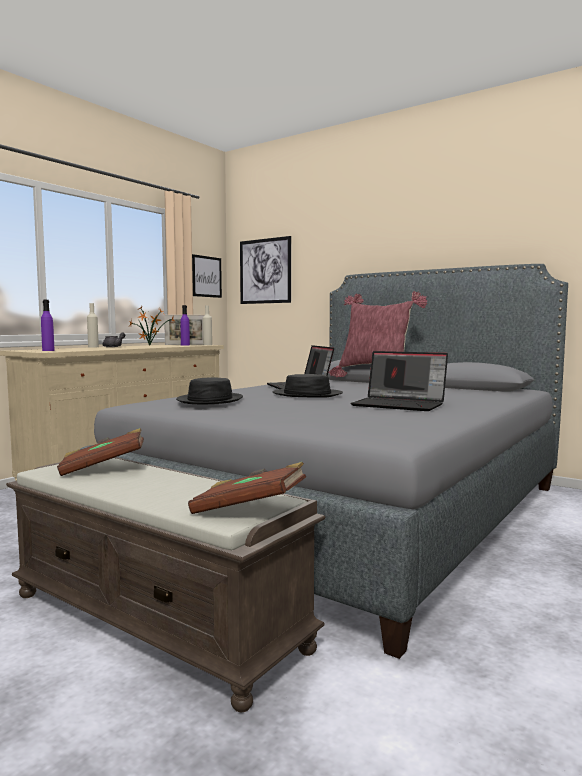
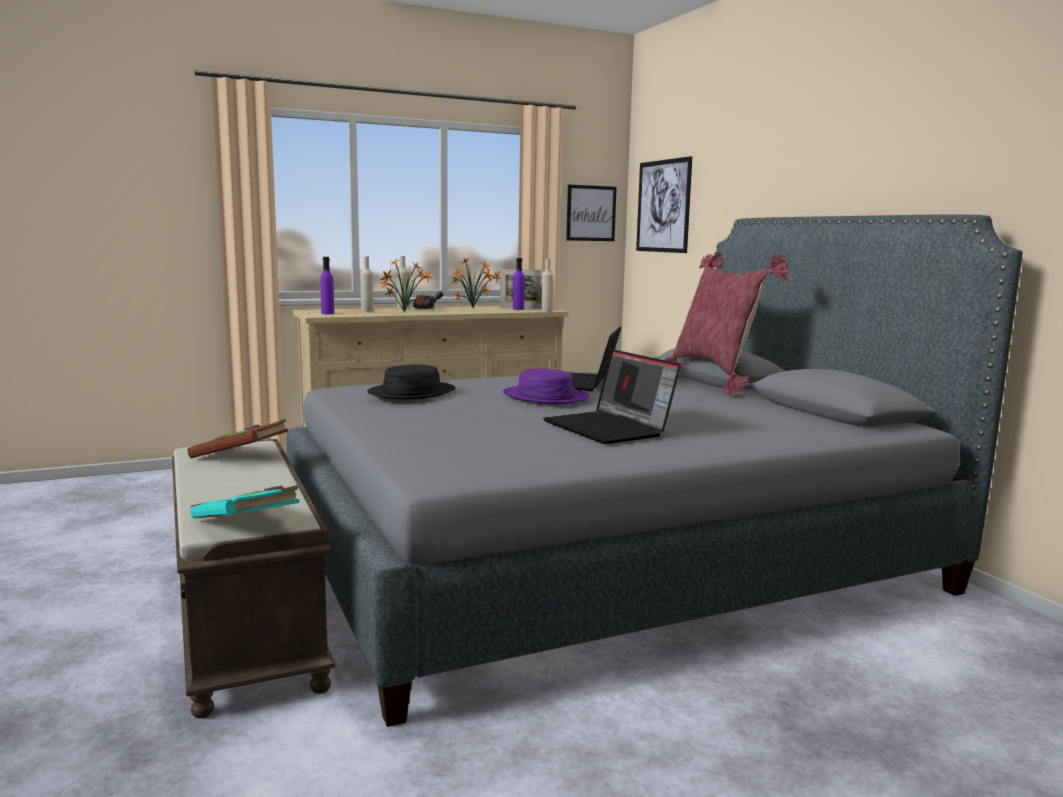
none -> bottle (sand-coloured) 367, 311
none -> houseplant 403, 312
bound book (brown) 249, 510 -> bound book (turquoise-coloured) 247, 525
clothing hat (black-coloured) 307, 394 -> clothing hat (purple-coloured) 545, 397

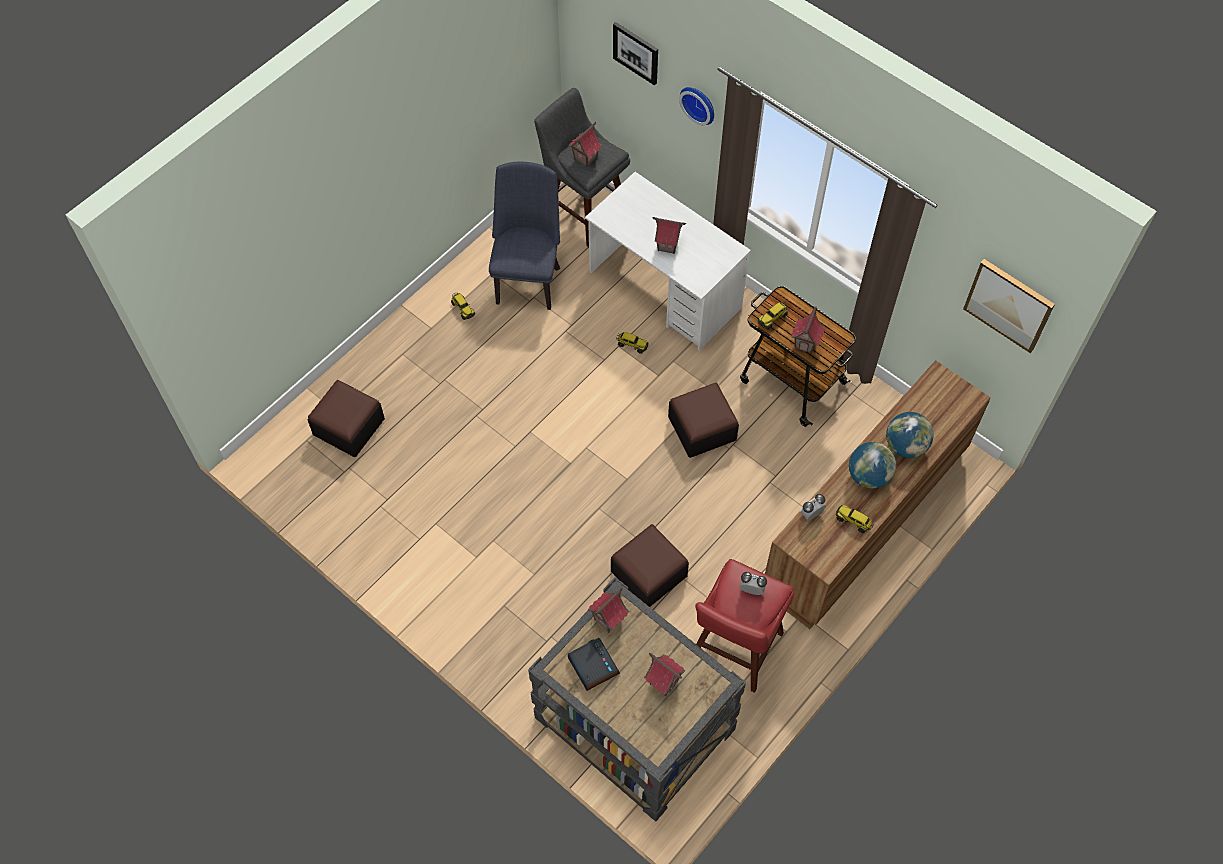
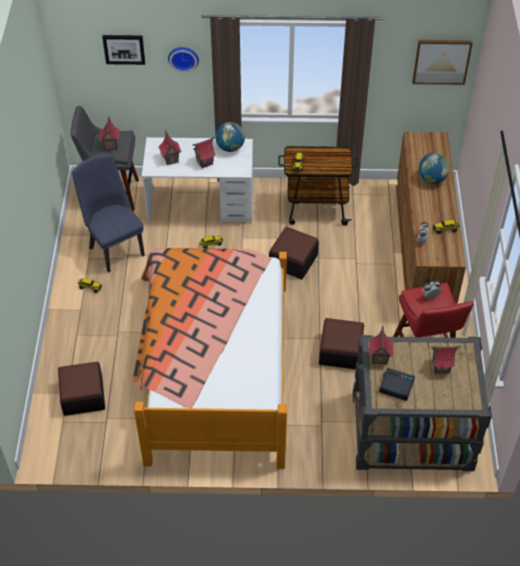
none -> sleeping bed 211, 363
model house 805, 343 -> model house 171, 159, shifted
globe 868, 476 -> globe 230, 147, shifted

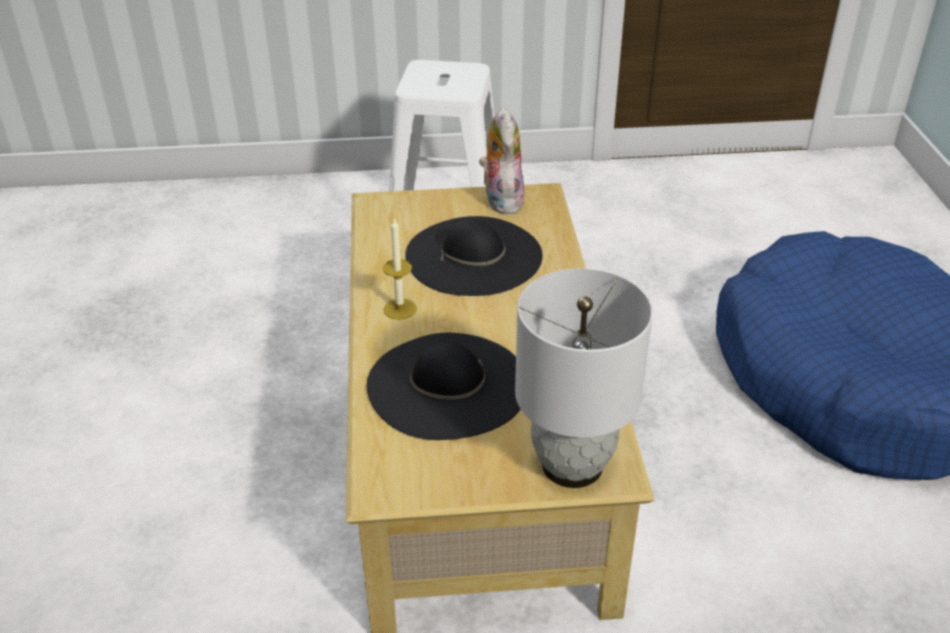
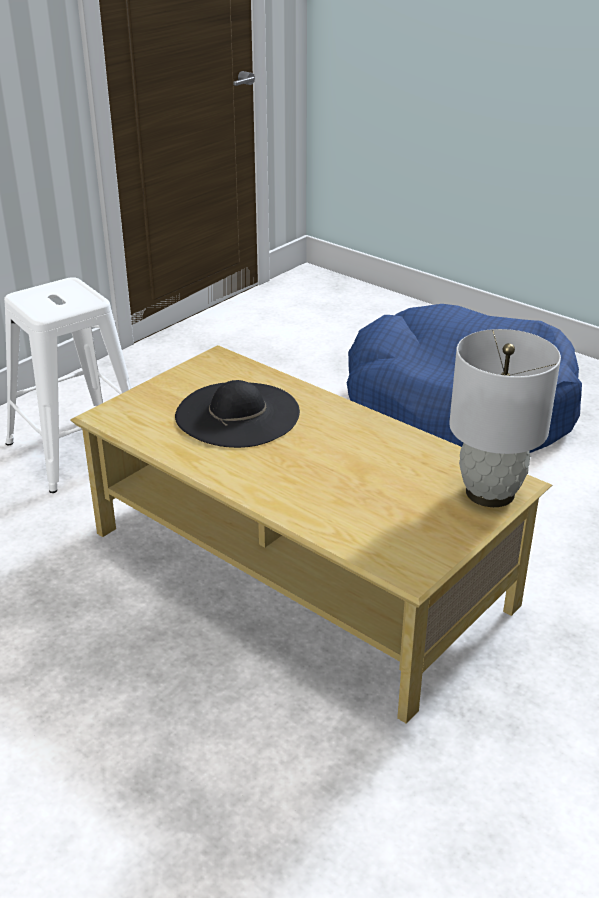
clothing hat (black-coloured) 447, 385 -> none
wax light 400, 309 -> none
soft toy 501, 200 -> none

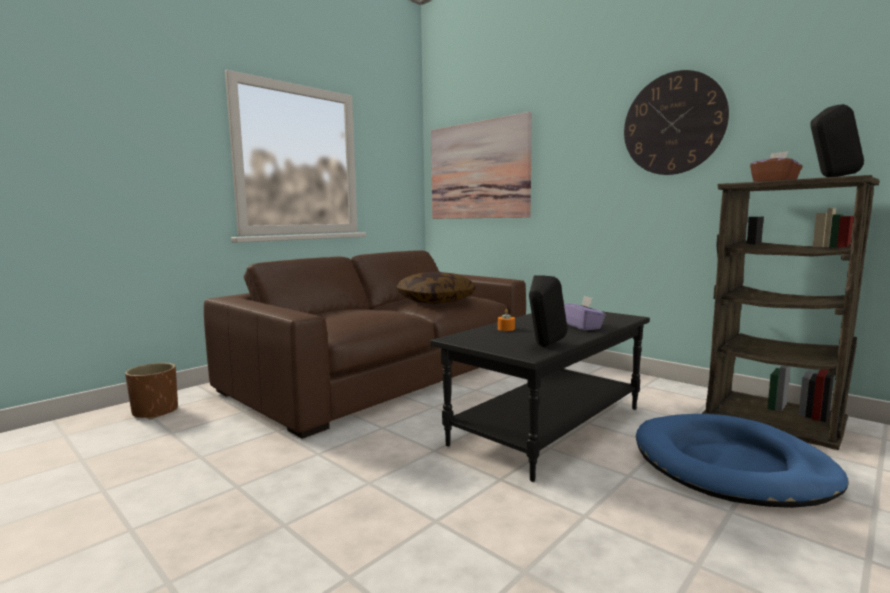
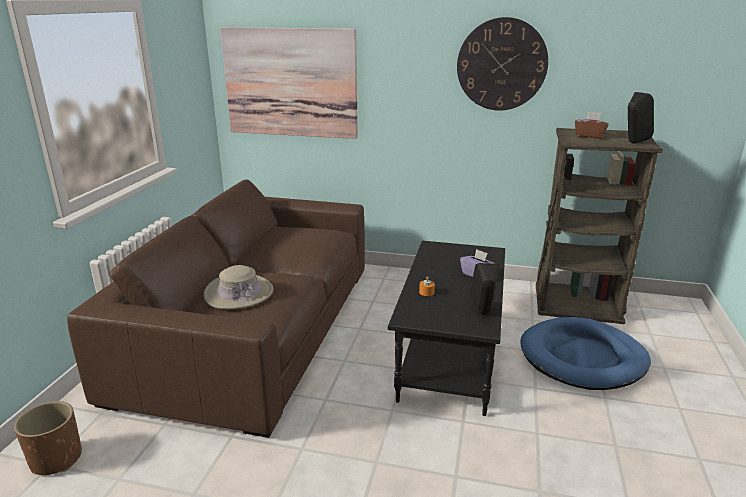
pillow 436, 301 -> none
none -> clothing hat (sand-coloured) 239, 292

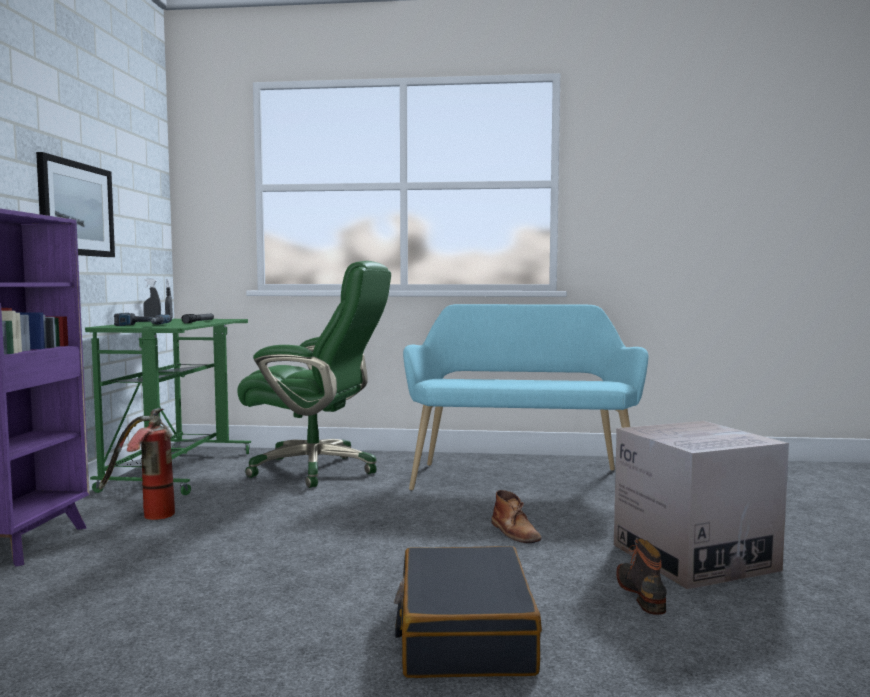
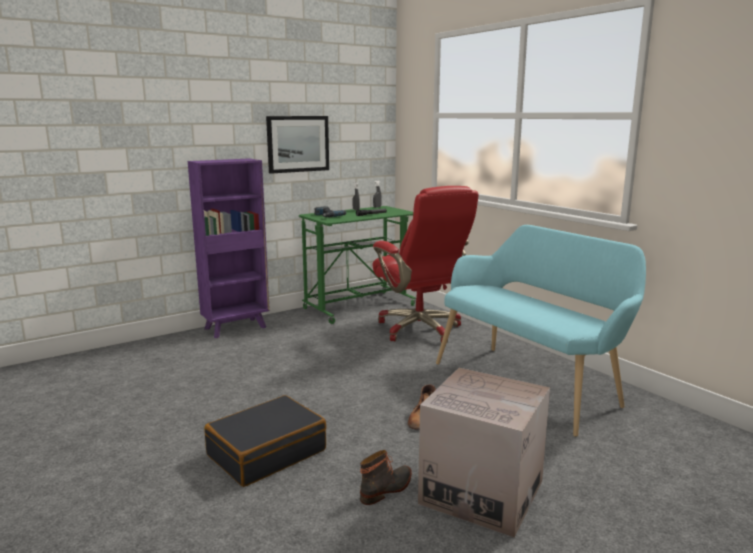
fire-fighting cylinder 146, 516 -> none
computer chair (green-coloured) 317, 471 -> computer chair (reddish) 420, 331

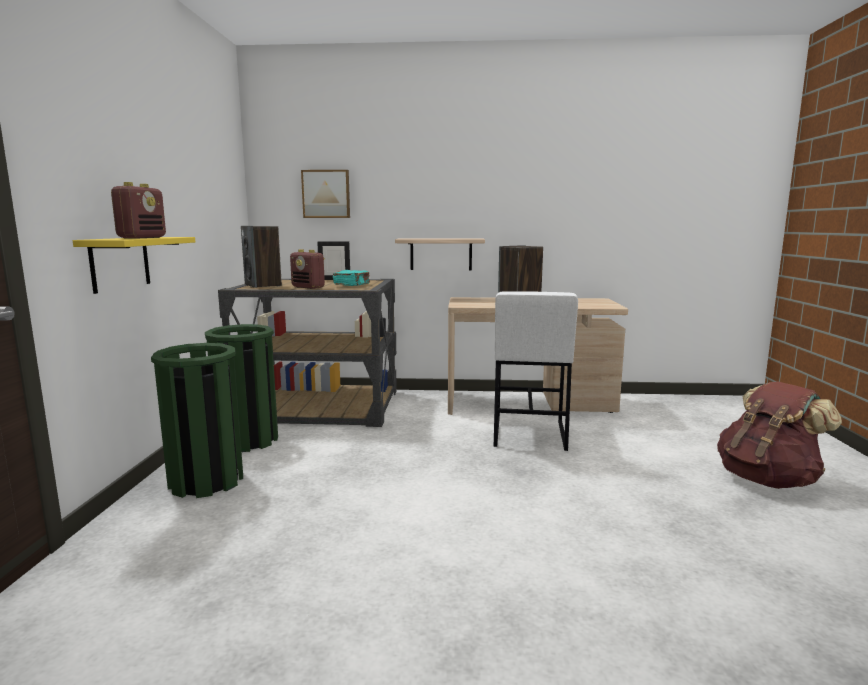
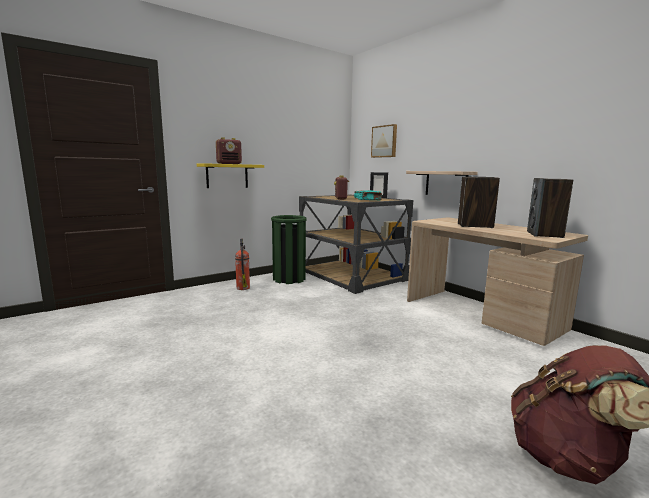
chair (white-coloured) 529, 434 -> none
loudspeaker 263, 285 -> loudspeaker 545, 234, shifted
waste bin (green-coloured) 206, 481 -> fire-fighting cylinder 243, 287

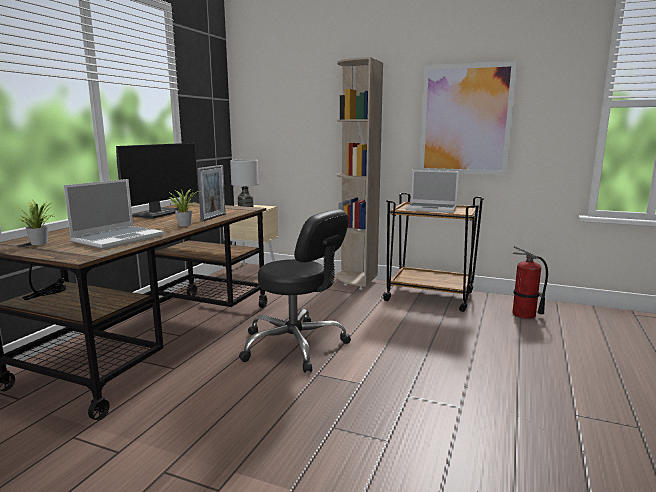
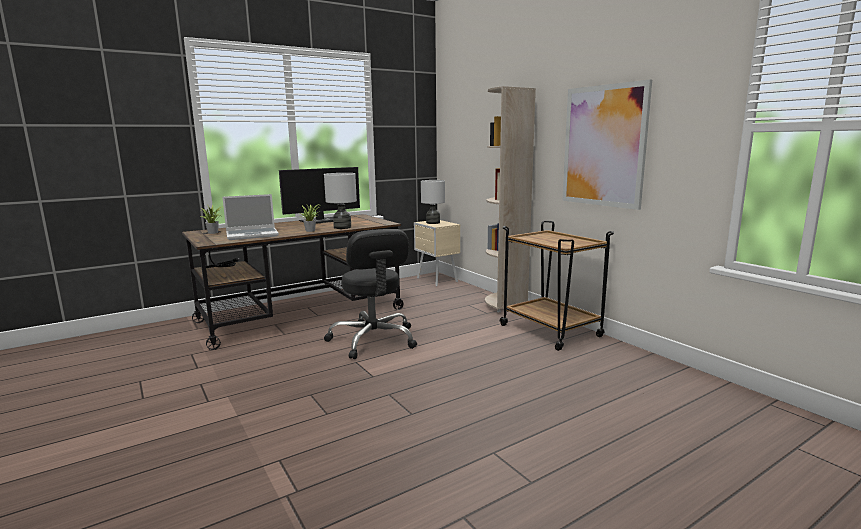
laptop 432, 209 -> none
fire-fighting cylinder 524, 315 -> none
picture frame 213, 217 -> lamp for a table (grey) 342, 227

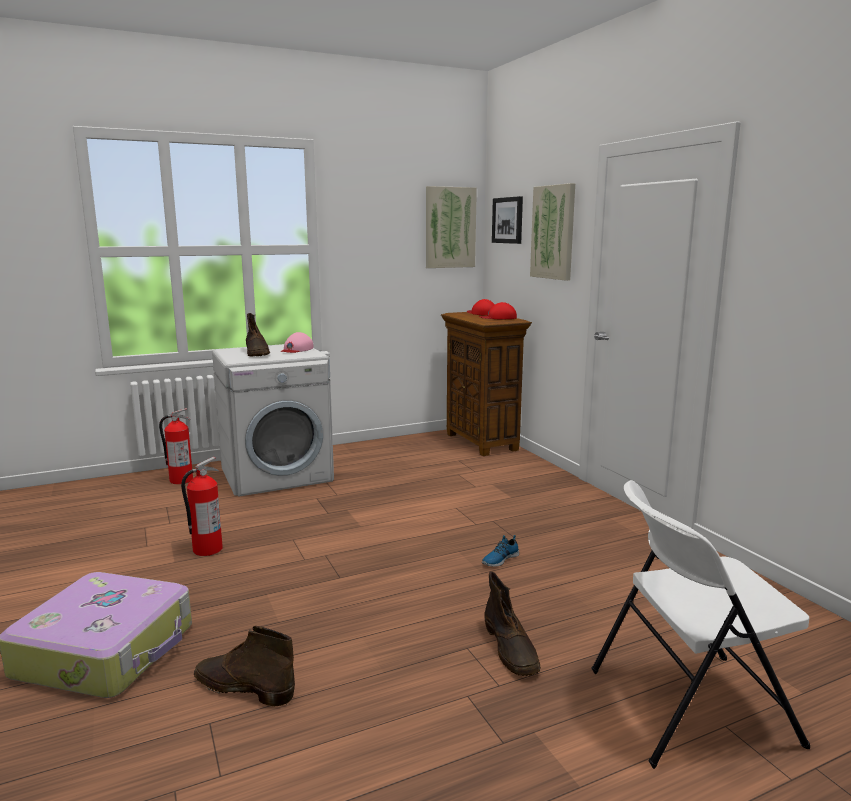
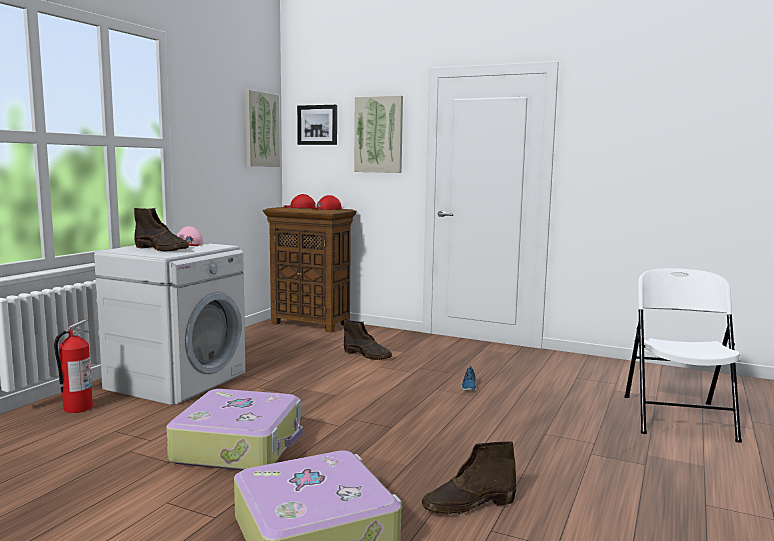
tall boot (brown) 511, 649 -> tall boot (brown) 367, 355, shifted
fire-fighting cylinder 207, 549 -> suitcase 239, 446
chair (white-coloured) 690, 705 -> chair (white-coloured) 678, 418, 150 degrees clockwise

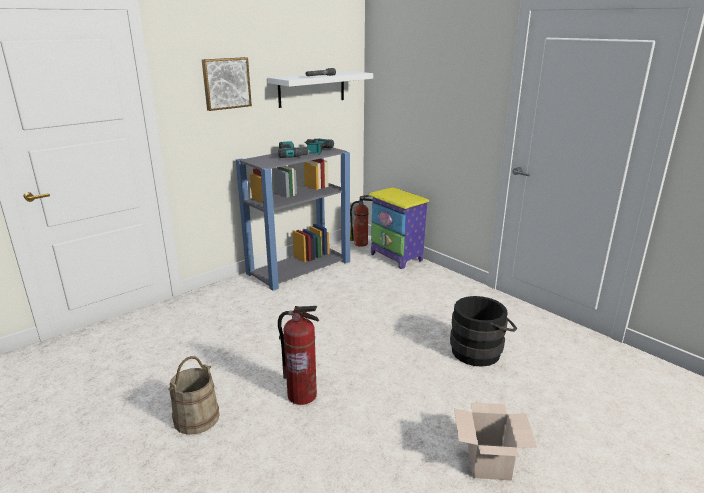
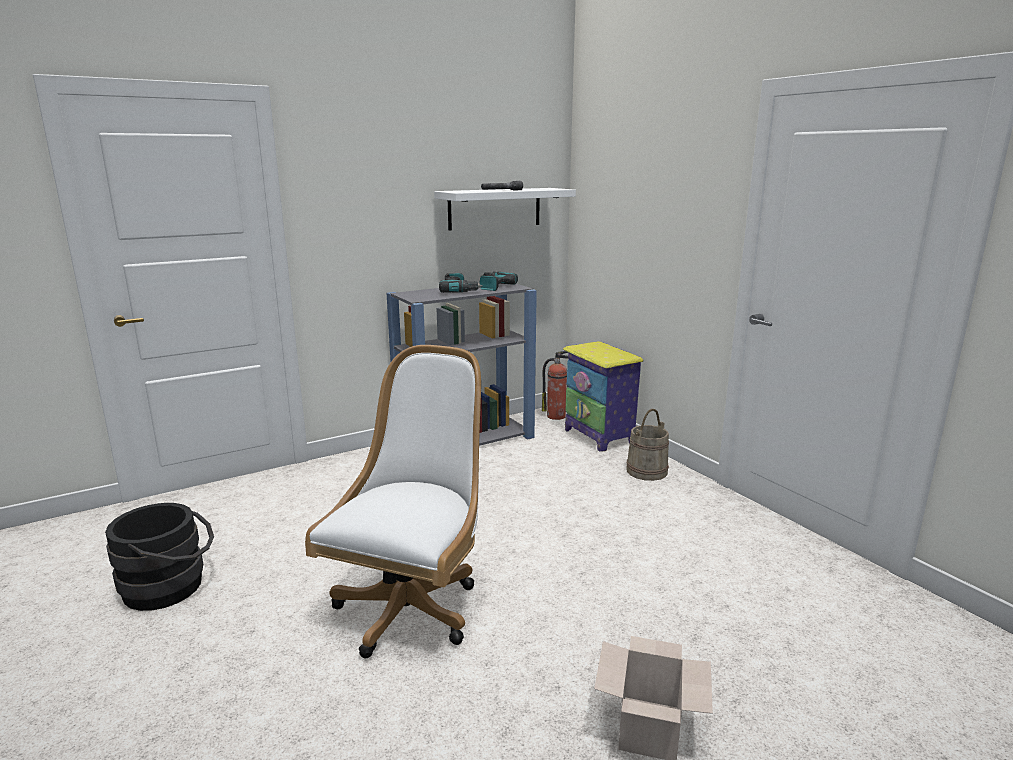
wall art 226, 83 -> none
water bucket (sand-coloured) 196, 418 -> water bucket (sand-coloured) 646, 471, shifted
water bucket (black-coloured) 480, 350 -> water bucket (black-coloured) 171, 586, shifted
fire-fighting cylinder 302, 395 -> computer chair (white-coloured) 413, 603

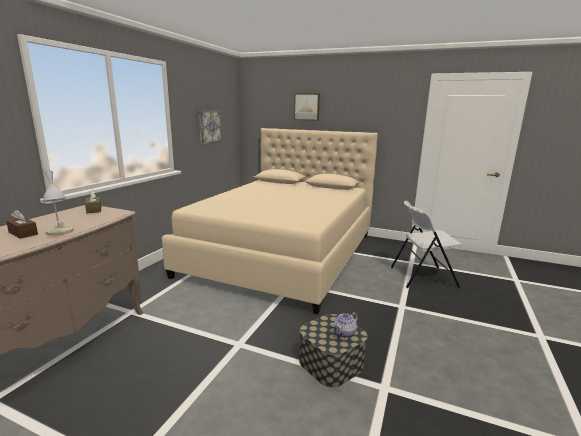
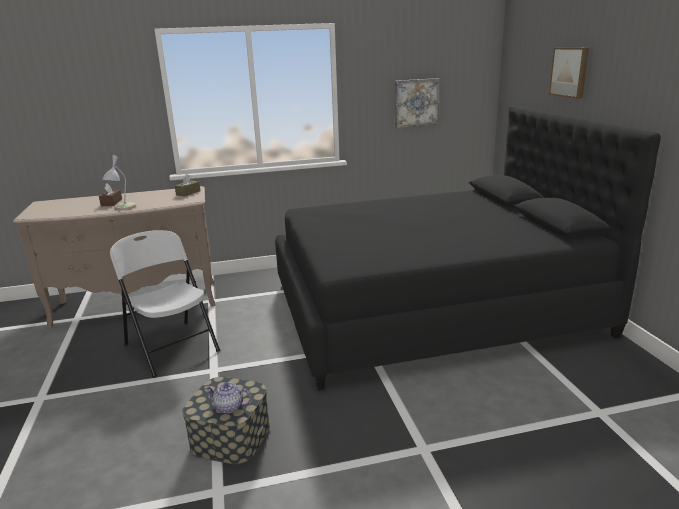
chair (white-coloured) 423, 277 -> chair (white-coloured) 172, 348, shifted
sleeping bed (sand-coloured) 283, 254 -> sleeping bed (black-coloured) 431, 307

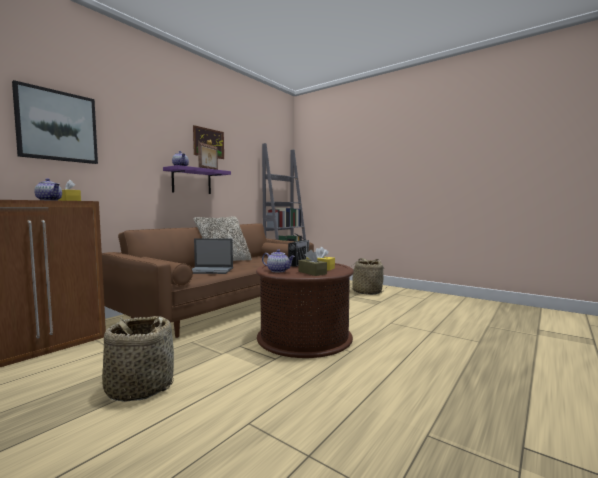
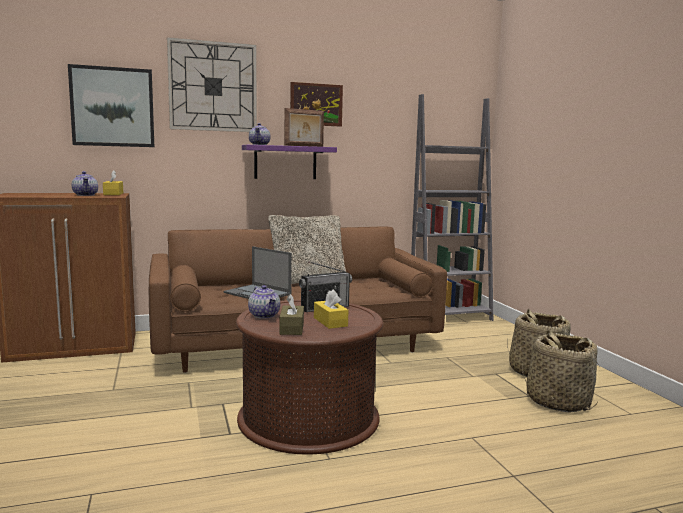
none -> clock on the wall 213, 86
storage basket 139, 387 -> storage basket 557, 401, shifted

